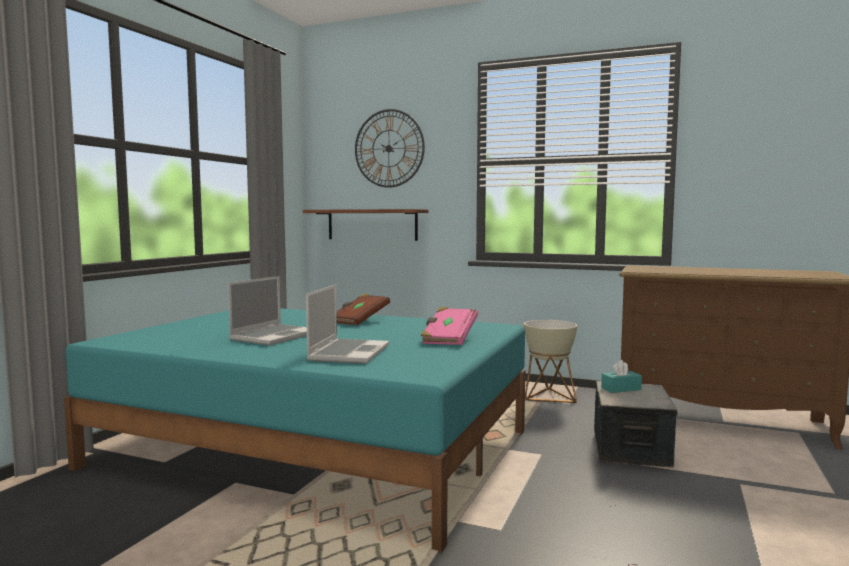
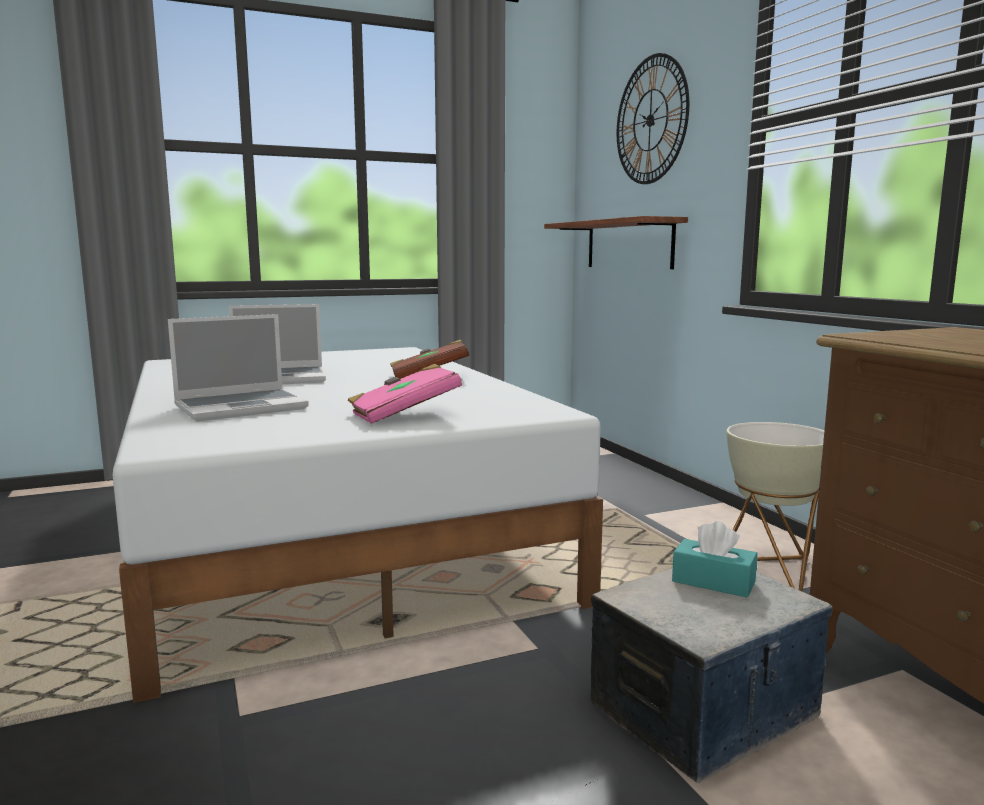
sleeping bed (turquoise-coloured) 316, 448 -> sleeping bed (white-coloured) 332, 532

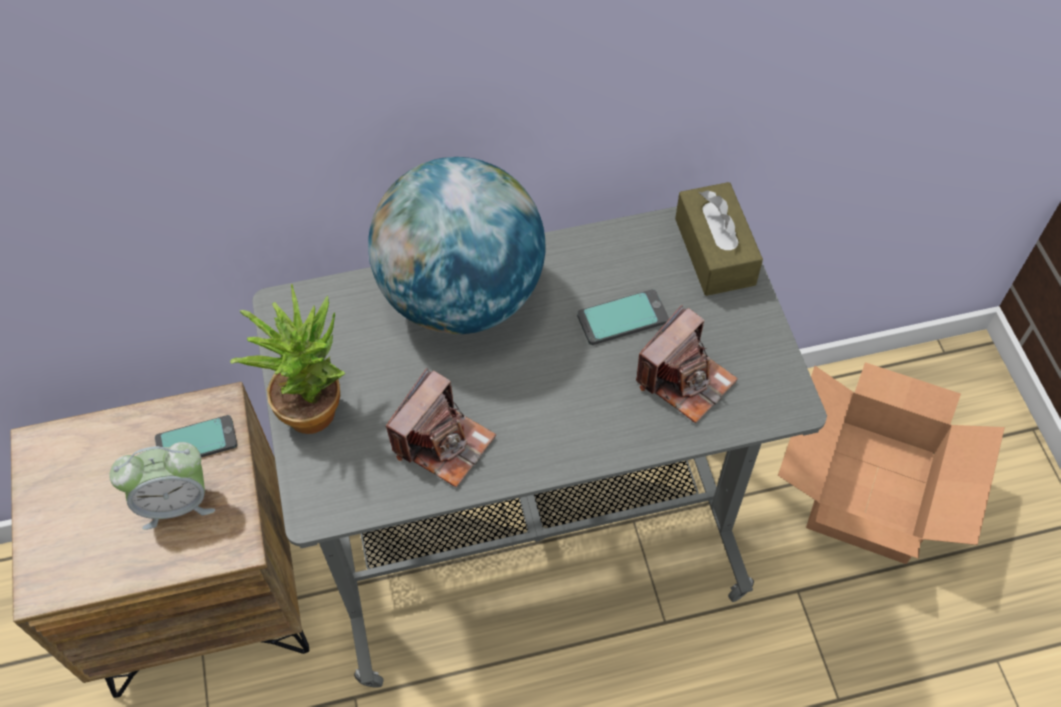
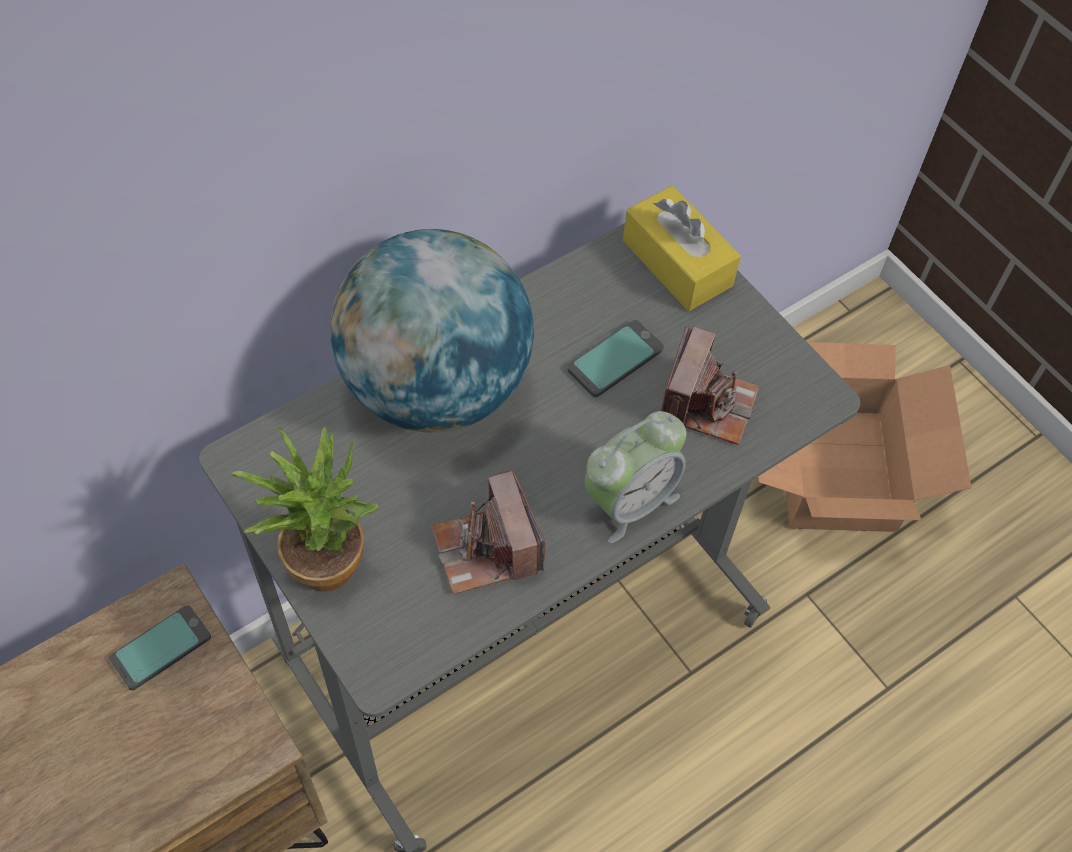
bedside clock 176, 502 -> bedside clock 629, 501, shifted
tissue box (brown) 714, 251 -> tissue box (yellow) 677, 263
photo camera 443, 442 -> photo camera 487, 550, 150 degrees clockwise

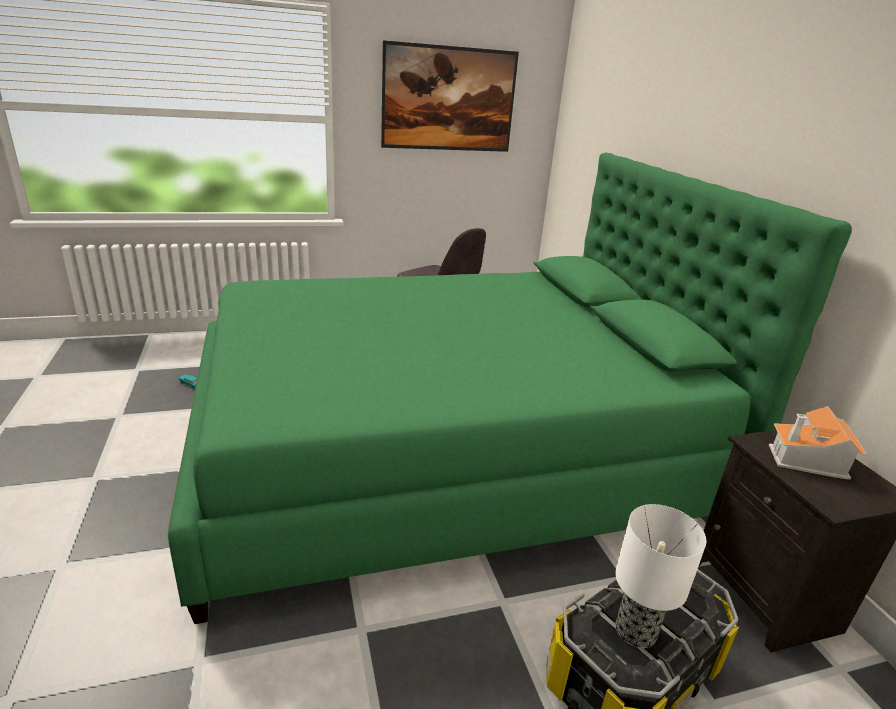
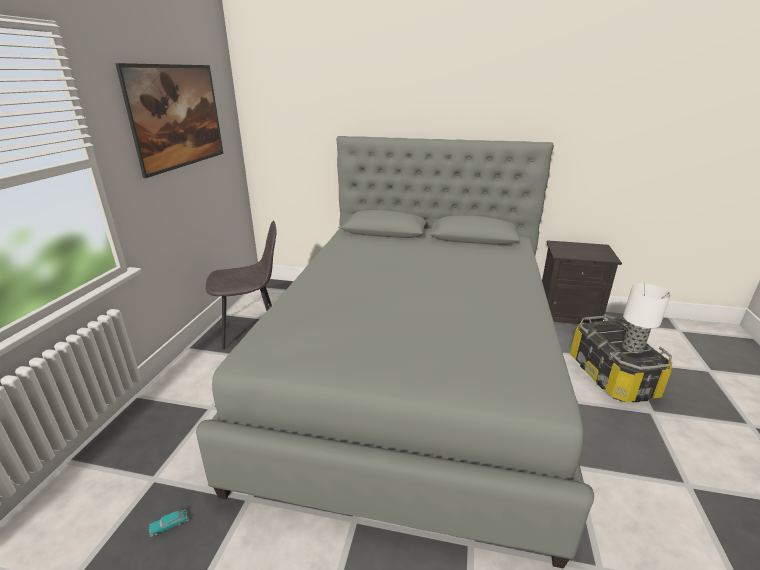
model house 809, 459 -> none
sleeping bed (green-coloured) 448, 452 -> sleeping bed (grey) 414, 374

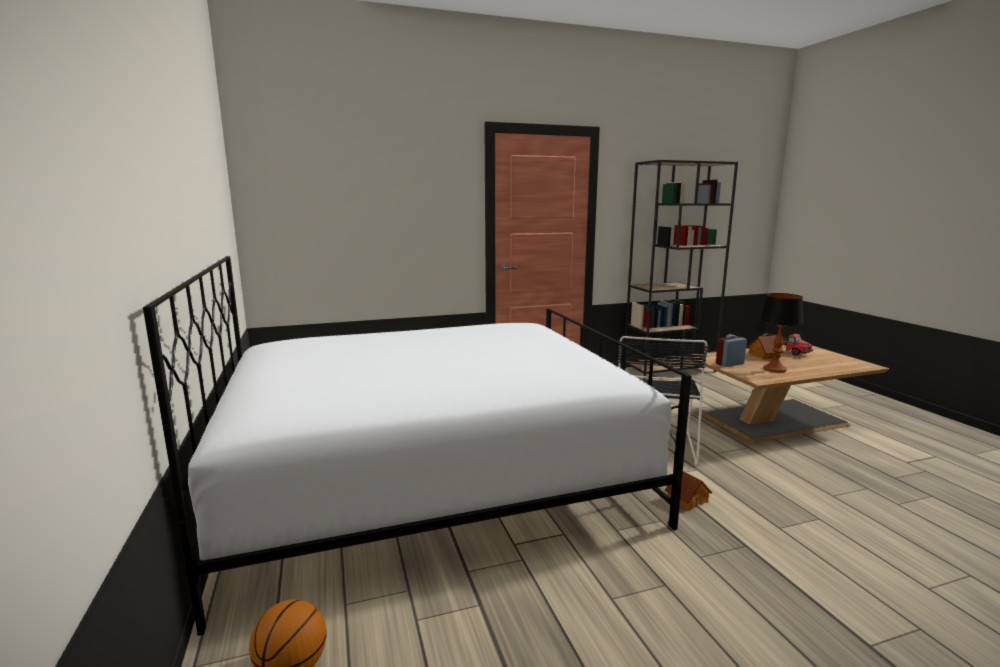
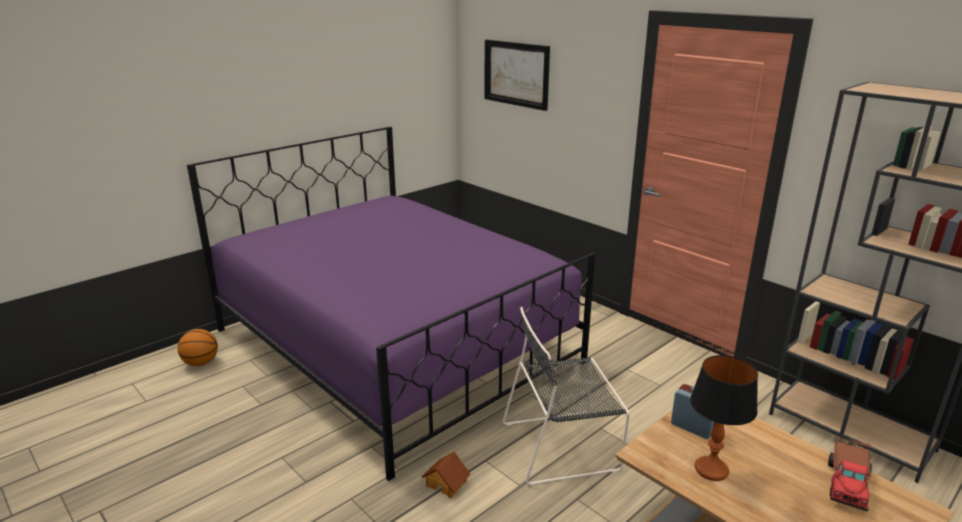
model house 763, 355 -> none
none -> wall art 516, 74
sleeping bed (white-coloured) 431, 483 -> sleeping bed (purple-coloured) 394, 345

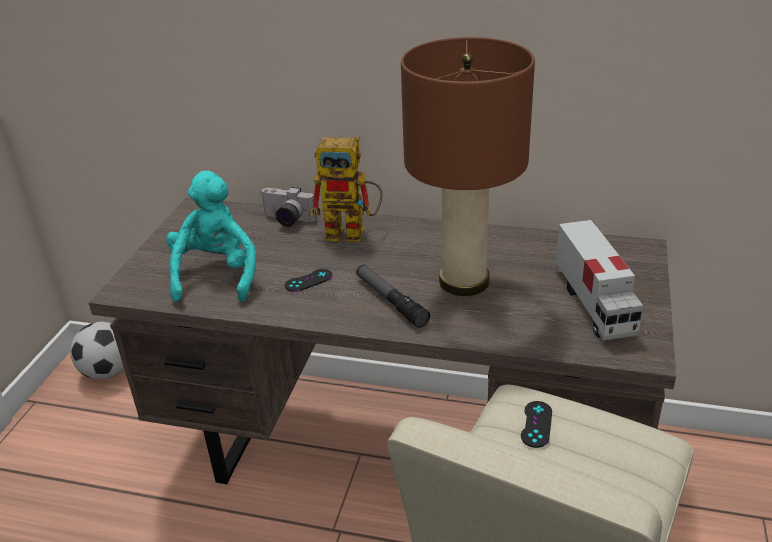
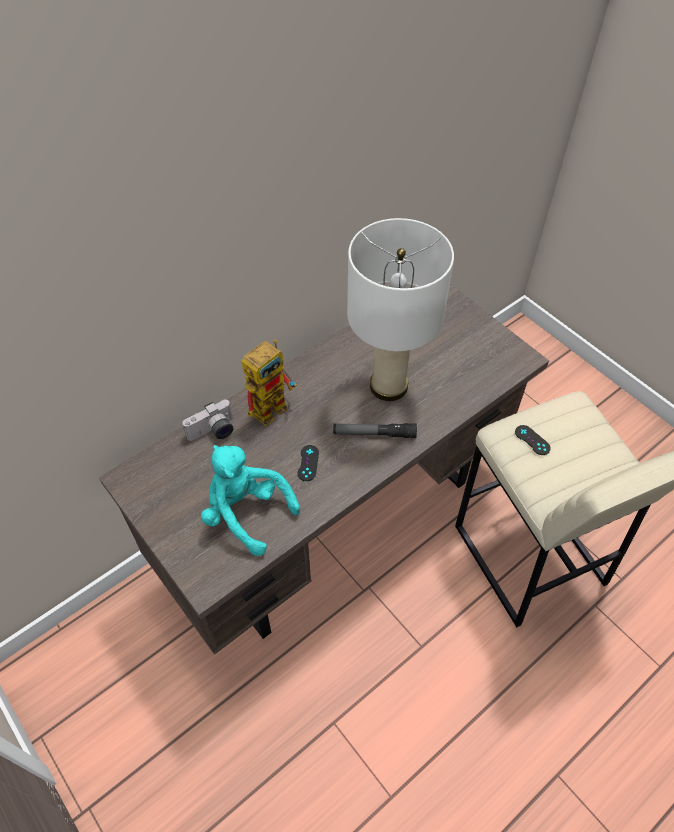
football 108, 372 -> none
toy lorry 593, 304 -> none
lamp for a table (brown) 463, 281 -> lamp for a table (white-coloured) 388, 386

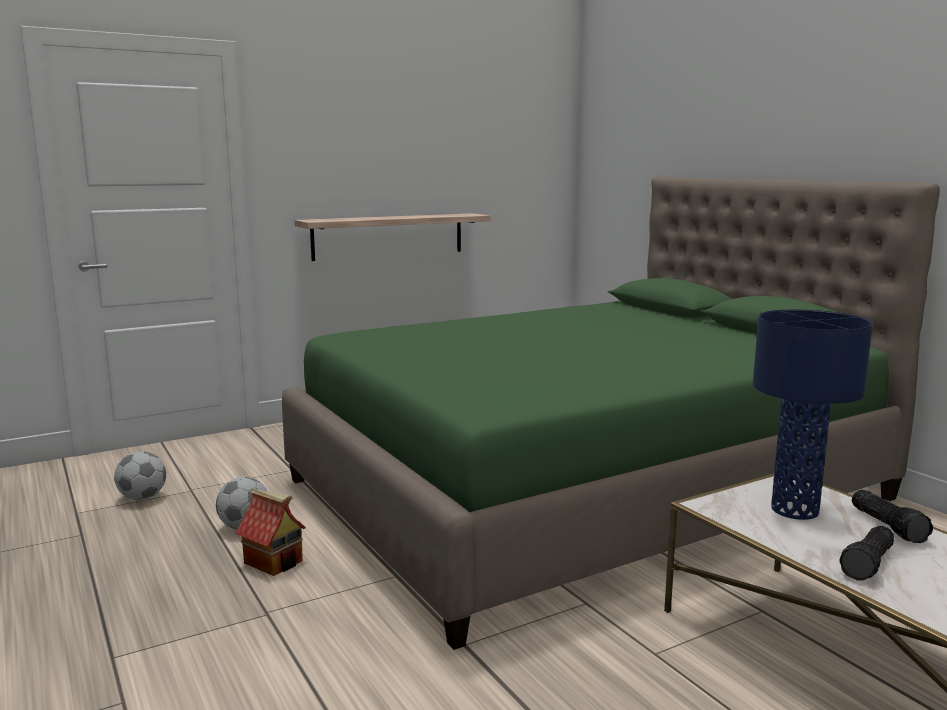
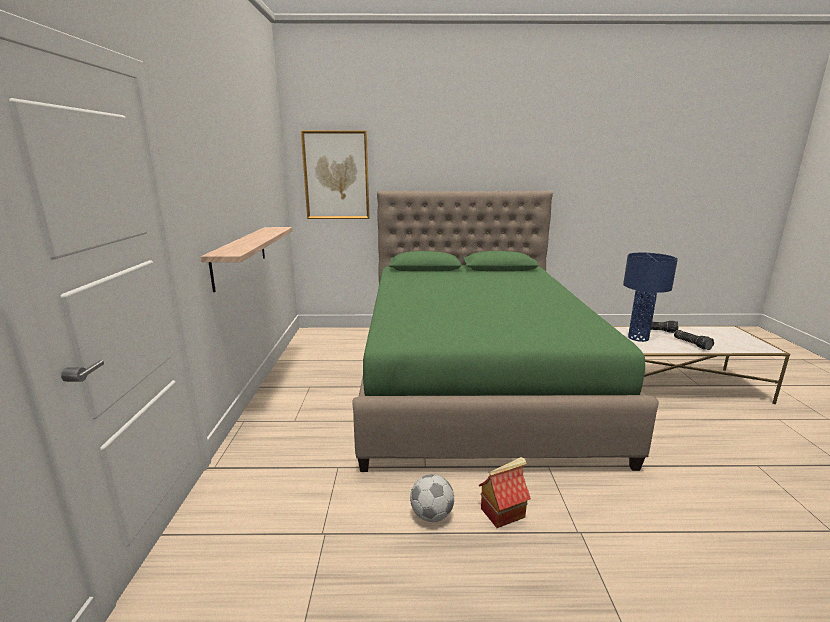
football 143, 497 -> none
none -> wall art 336, 175

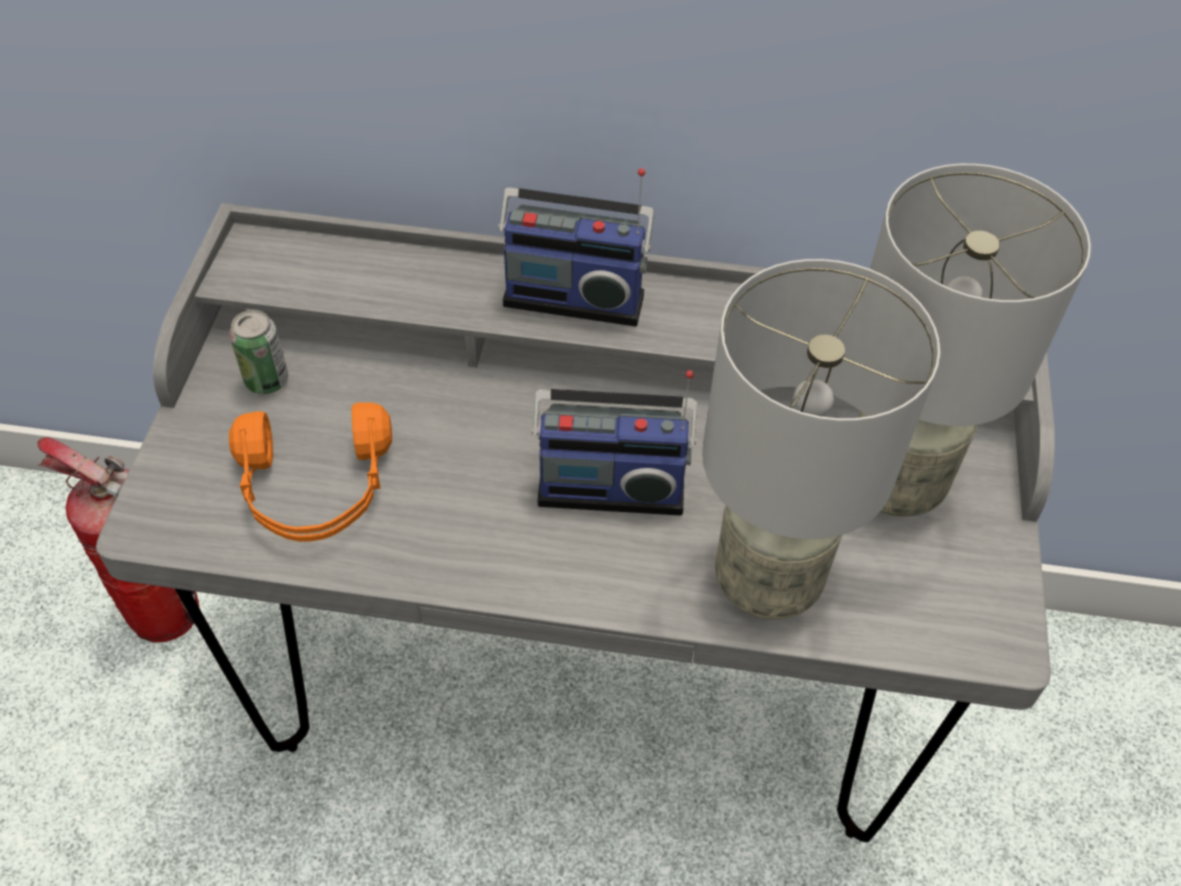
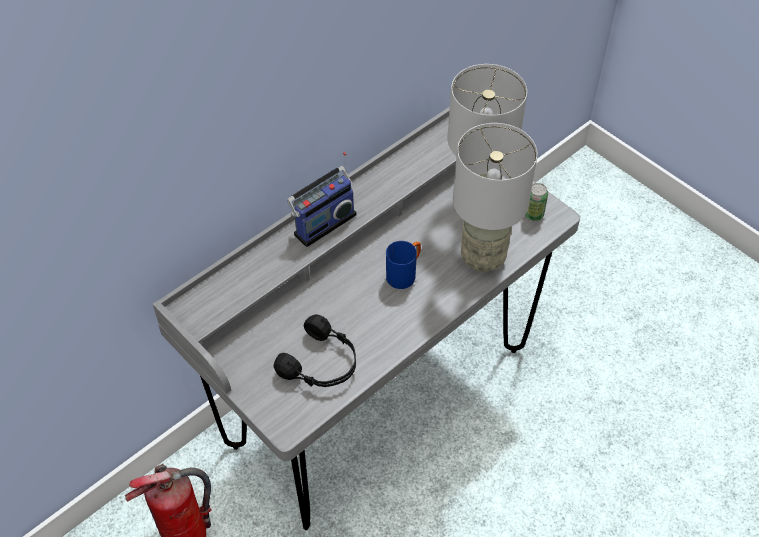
sealed can 267, 380 -> sealed can 533, 214, shifted
radio set 611, 485 -> tea mug (blue) 404, 274
headphones (orangey) 316, 489 -> headphones (black-coloured) 321, 364

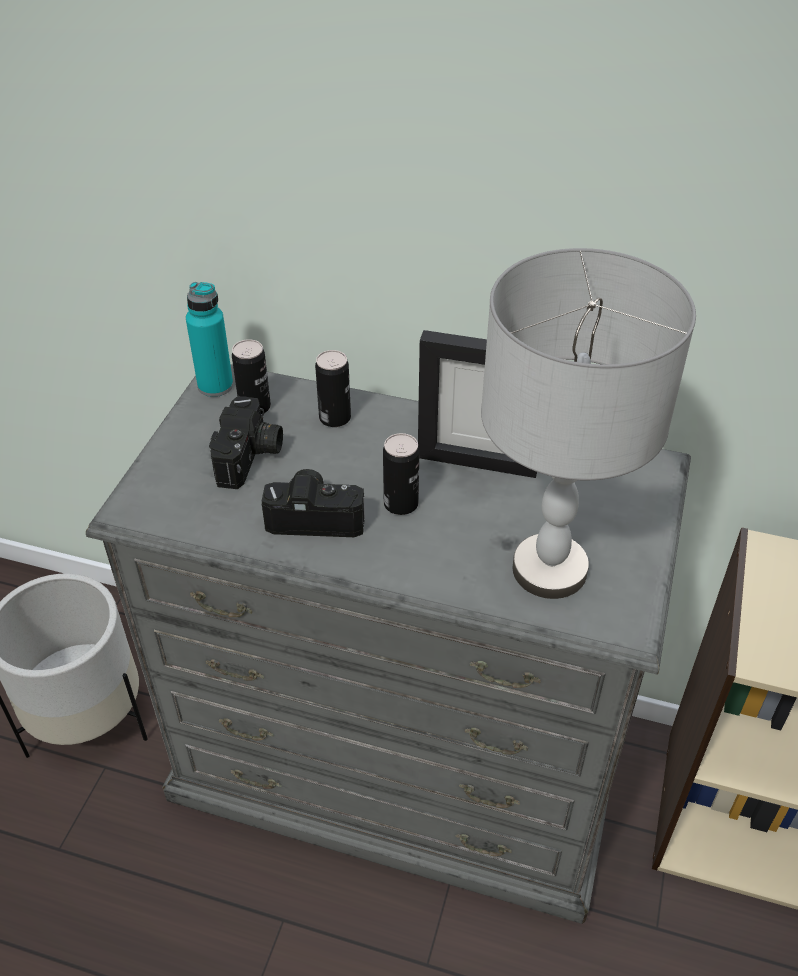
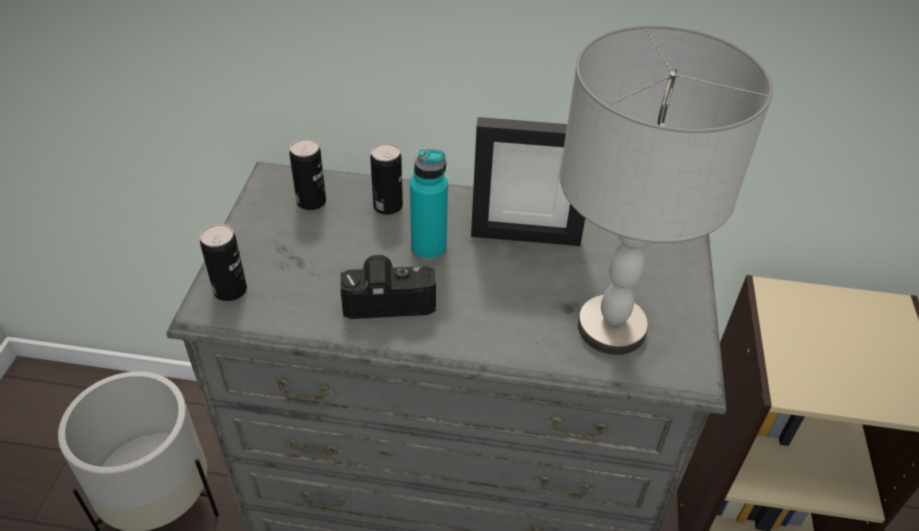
photo camera 250, 458 -> none
bottle (turquoise-coloured) 215, 386 -> bottle (turquoise-coloured) 428, 249, shifted
sealed can 401, 504 -> sealed can 230, 290, shifted

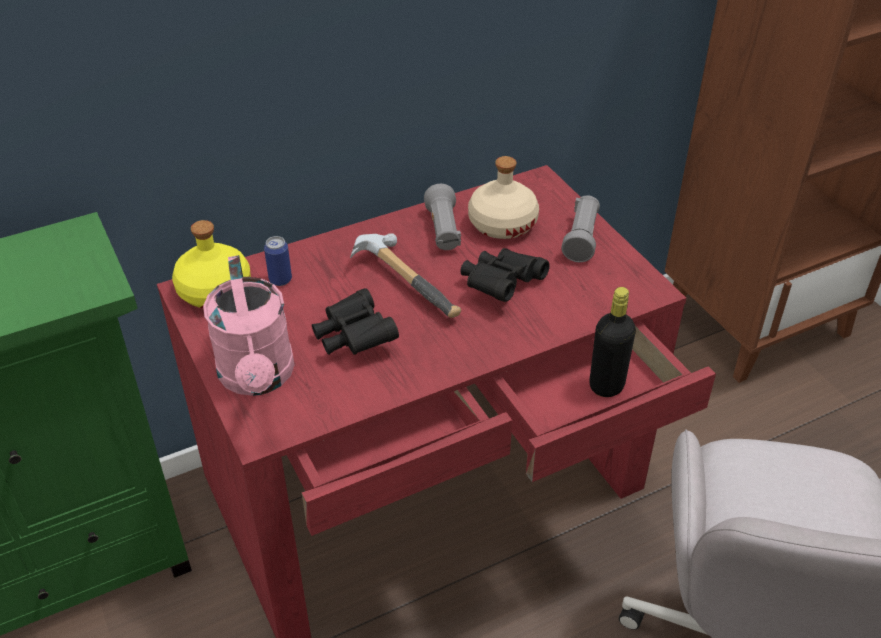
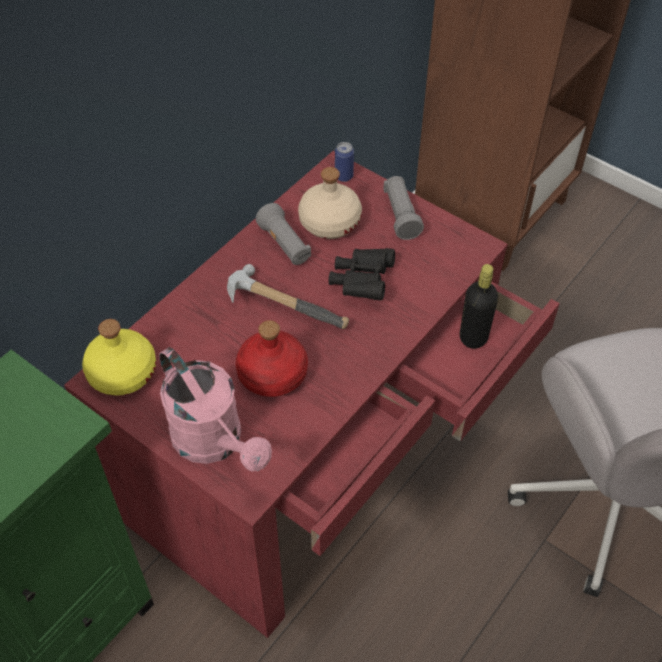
sealed can 280, 280 -> sealed can 344, 176, shifted
field glasses (black-coloured) 354, 337 -> bottle (reddish) 271, 374

